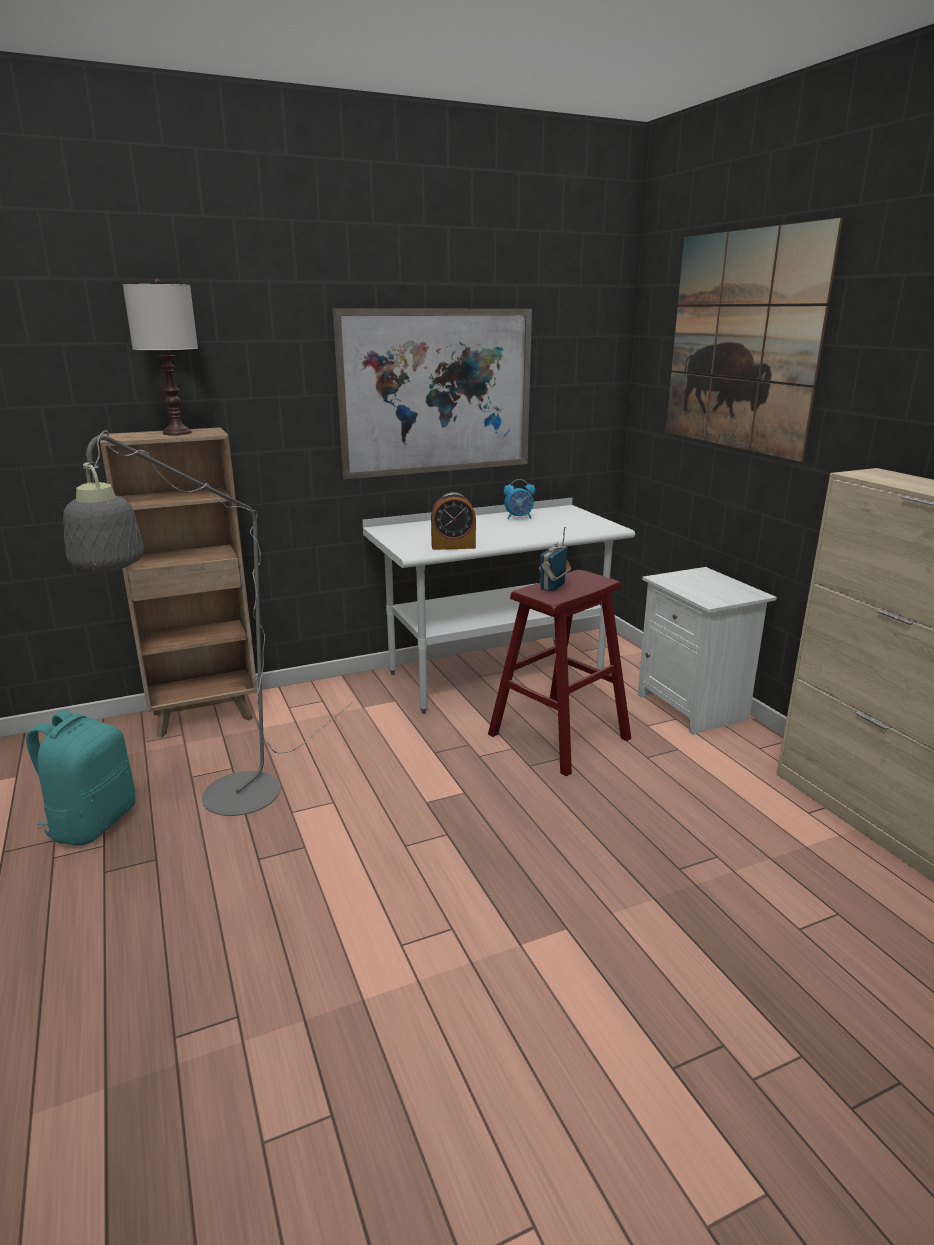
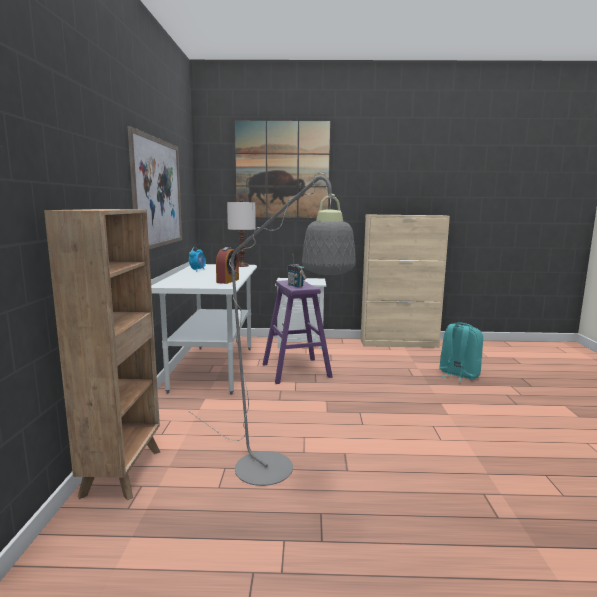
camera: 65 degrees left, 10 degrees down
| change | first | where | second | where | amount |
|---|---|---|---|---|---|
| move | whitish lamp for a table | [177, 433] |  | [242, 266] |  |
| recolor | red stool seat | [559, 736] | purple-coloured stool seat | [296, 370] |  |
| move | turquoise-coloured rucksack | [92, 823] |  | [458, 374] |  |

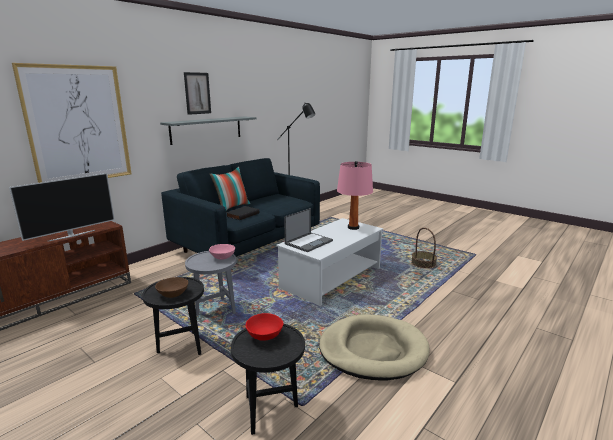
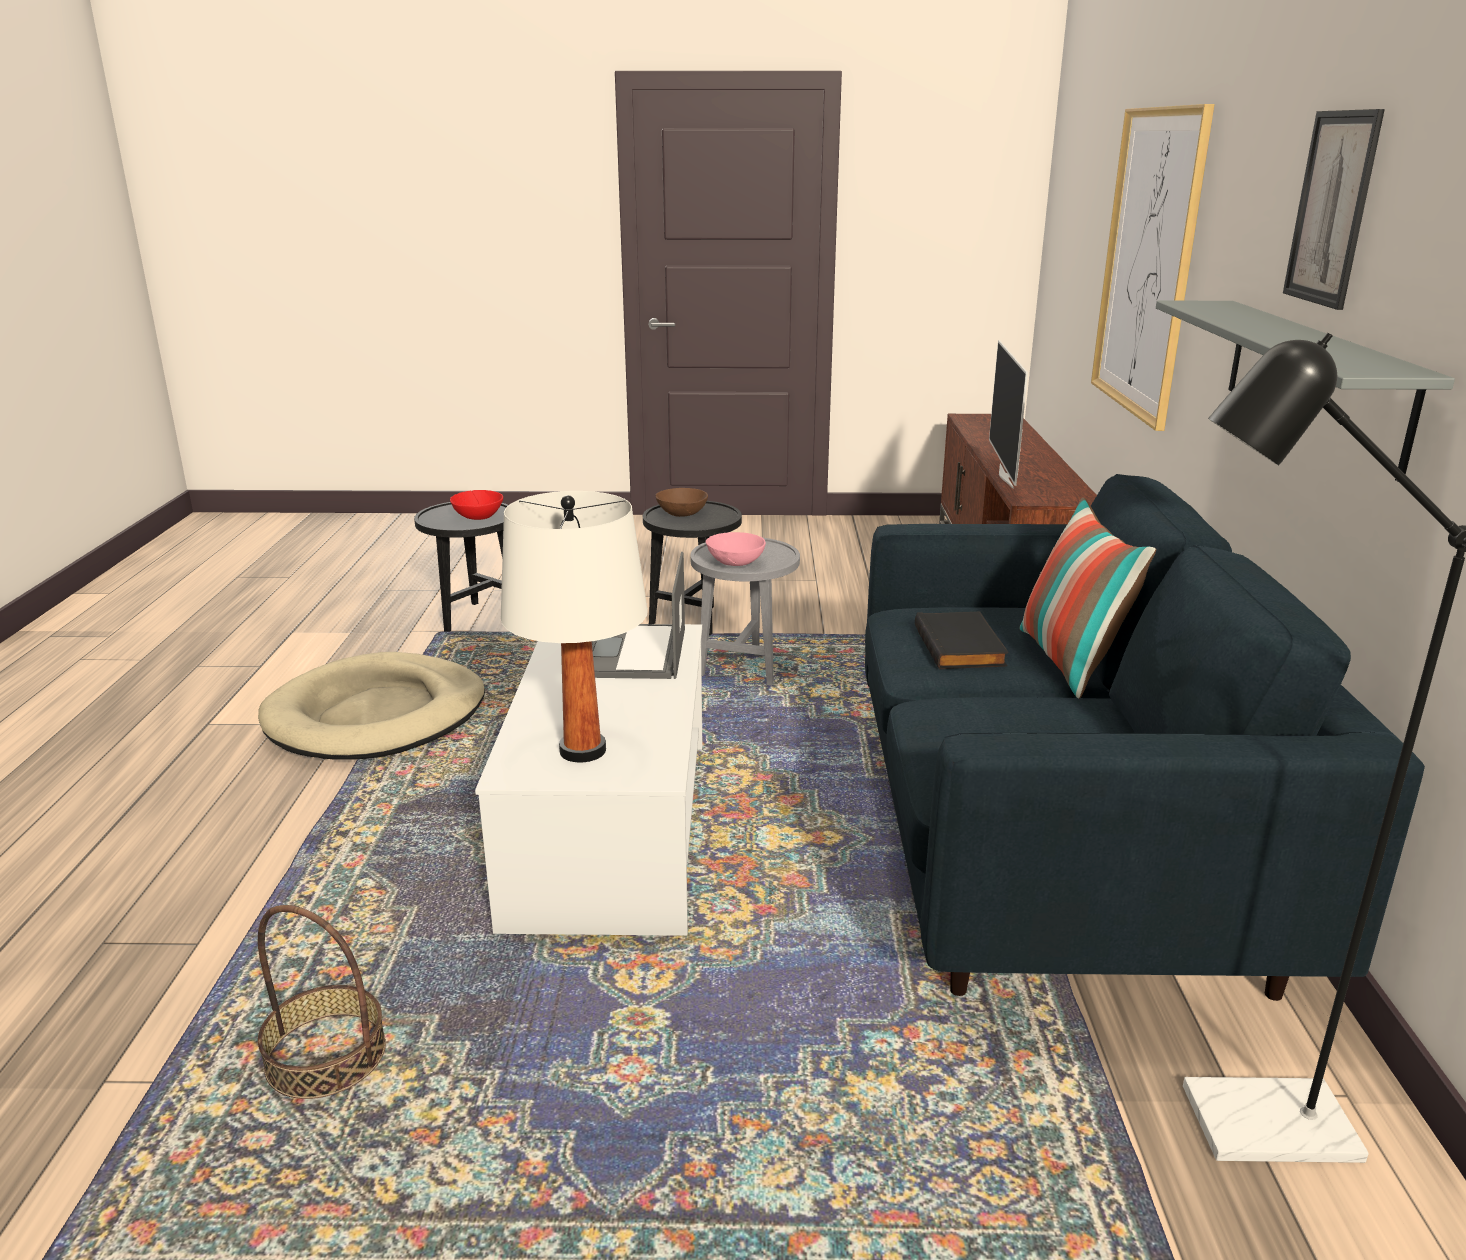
camera: 140 degrees right, 5 degrees up
| change | first | where | second | where | amount |
|---|---|---|---|---|---|
| recolor | pinkish lamp for a table | [353, 227] | whitish lamp for a table | [583, 750] |  |

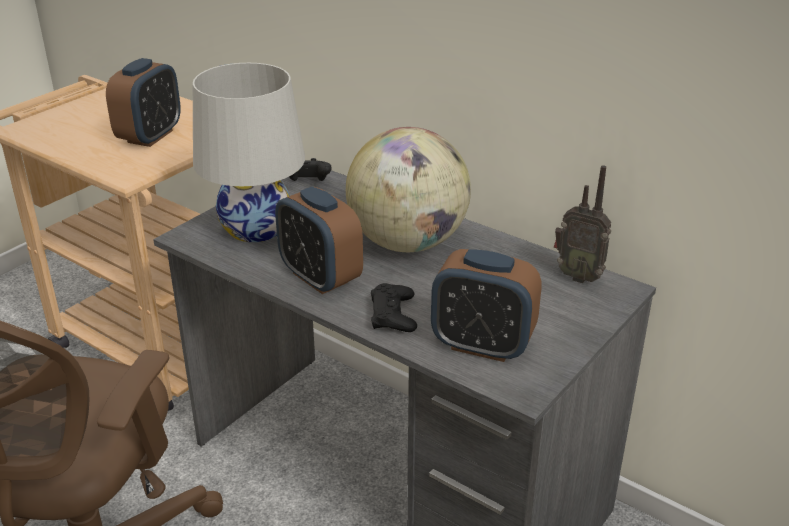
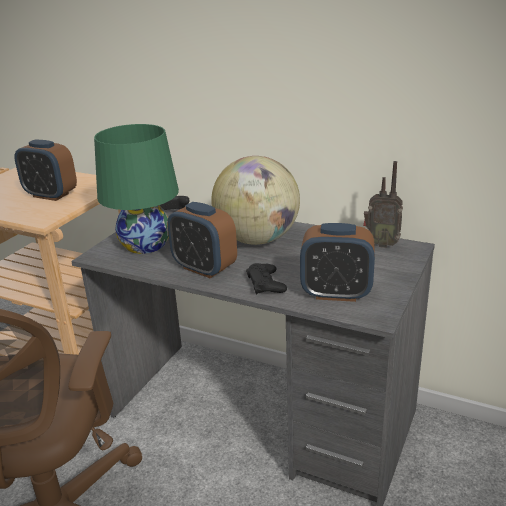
camera: 10 degrees left, 5 degrees down
| change | first | where | second | where | amount |
|---|---|---|---|---|---|
| rotate | bedside clock | [150, 136] |  | [51, 195] | 105 degrees clockwise |
| recolor | whitish lamp for a table | [256, 228] | green-coloured lamp for a table | [146, 244] |  |

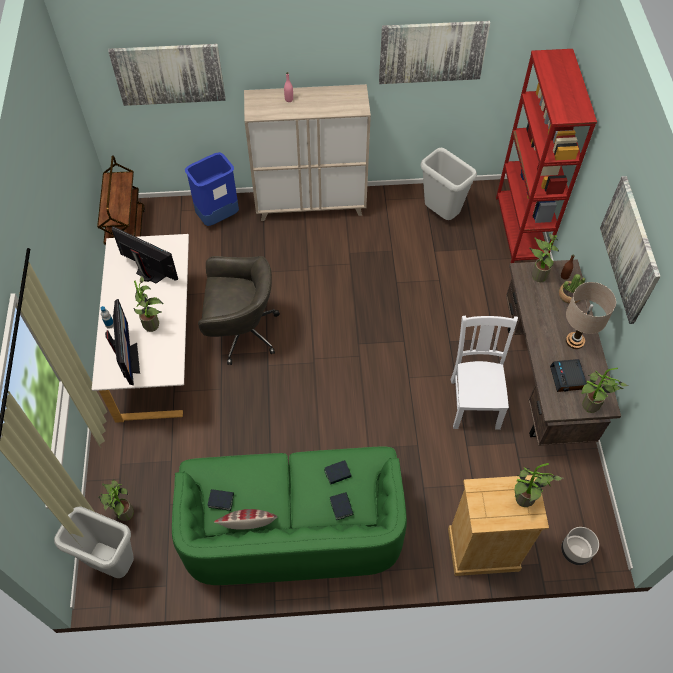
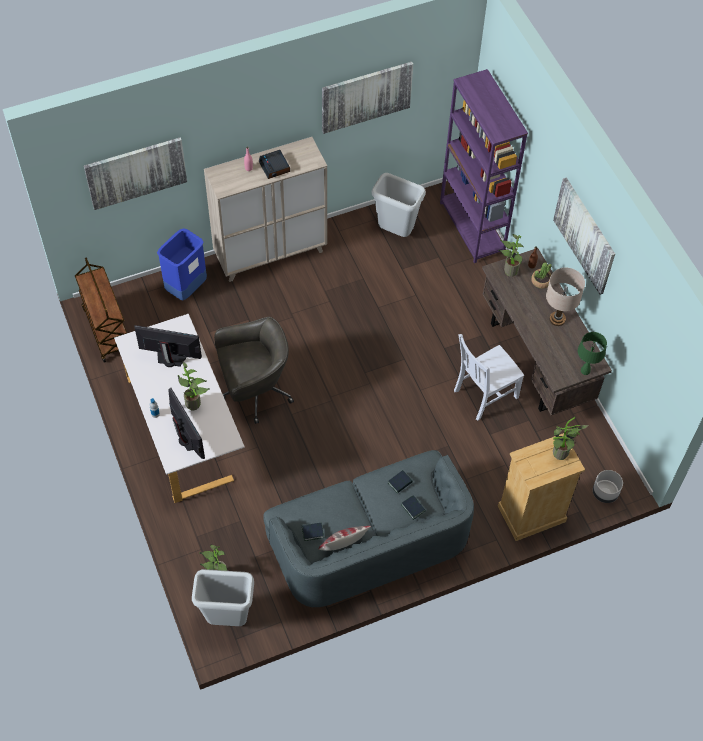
camera: 20 degrees left, 0 degrees up
| change | first | where | second | where | amount |
|---|---|---|---|---|---|
| recolor | red bookcase | [520, 229] | purple-coloured bookcase | [472, 228] |  |
| rotate | whitish chair | [474, 401] |  | [484, 395] | 105 degrees counterclockwise |
| move | bedside clock | [567, 378] |  | [275, 167] |  |
| replace | plant in a pot | [589, 407] | green-coloured lamp for a table | [585, 371] |  |
| recolor | green-coloured couch | [292, 528] | grey couch | [368, 544] |  |

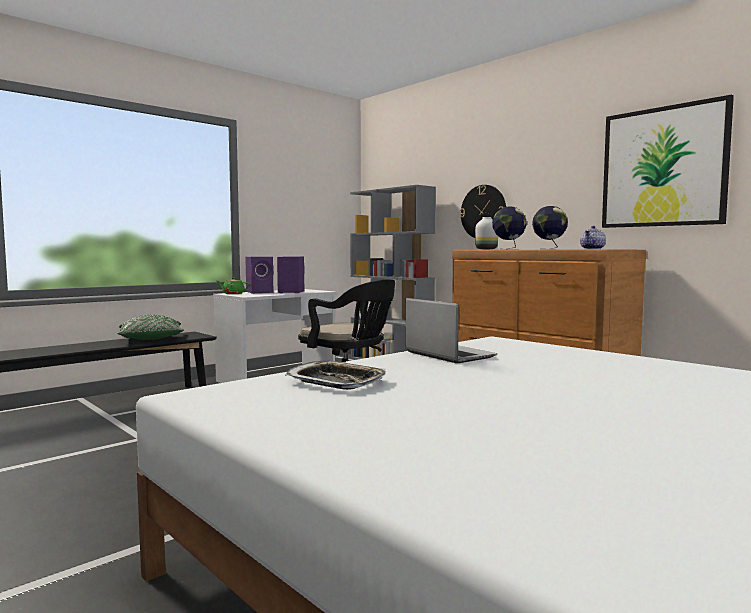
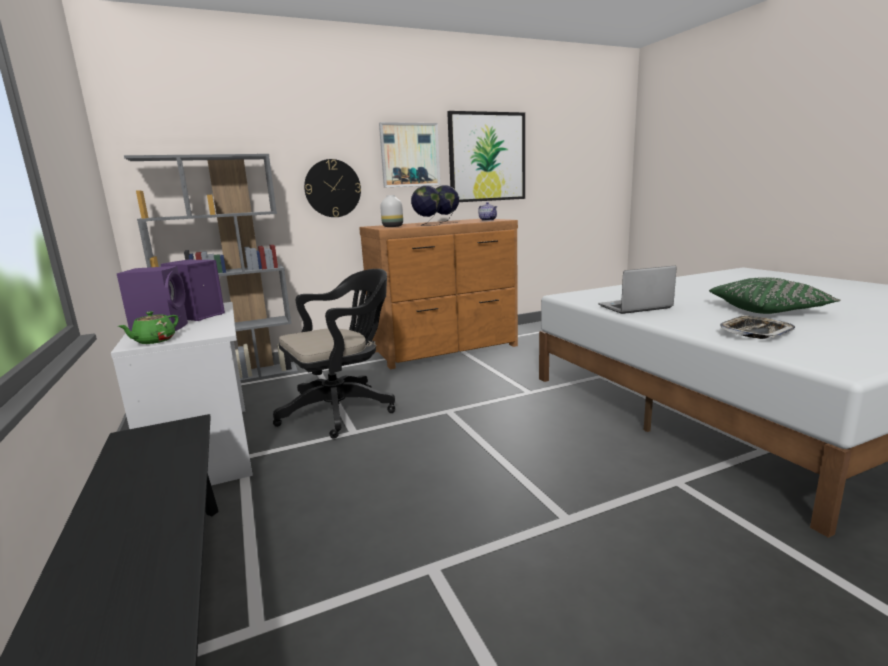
camera: 70 degrees left, 10 degrees up
| change | first | where | second | where | amount |
|---|---|---|---|---|---|
| move | green-coloured cushion | [151, 340] |  | [768, 310] |  |
| insert |  |  | wall picture | [410, 155] |  |

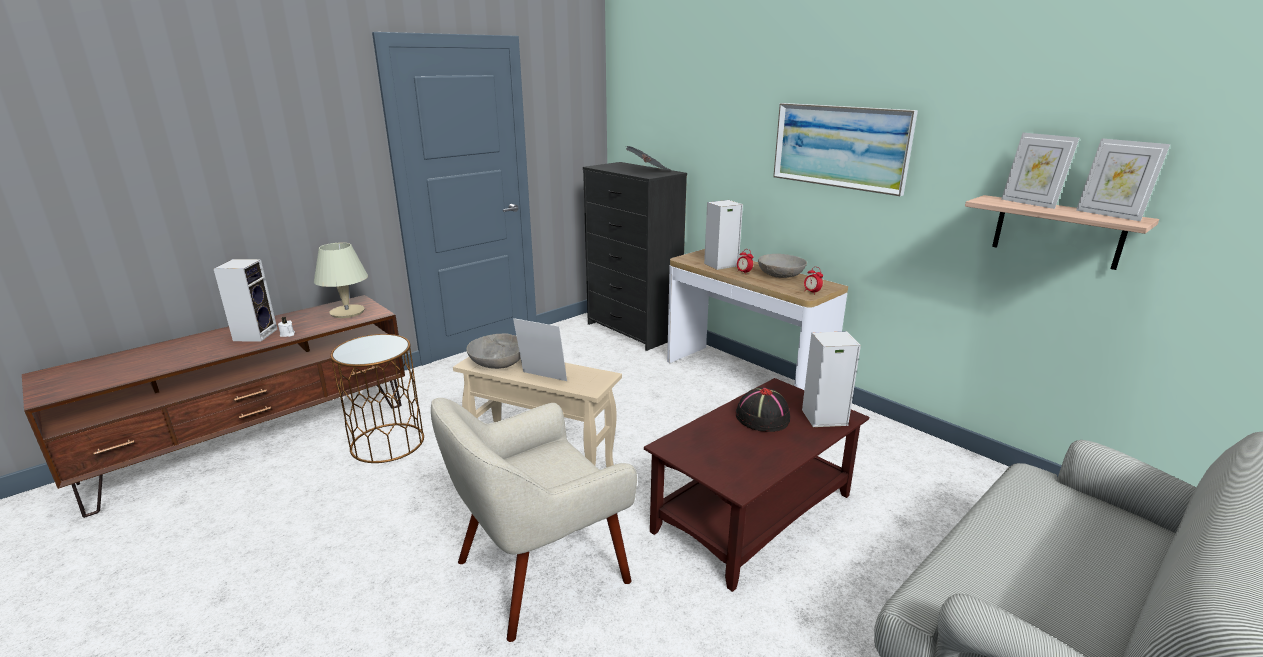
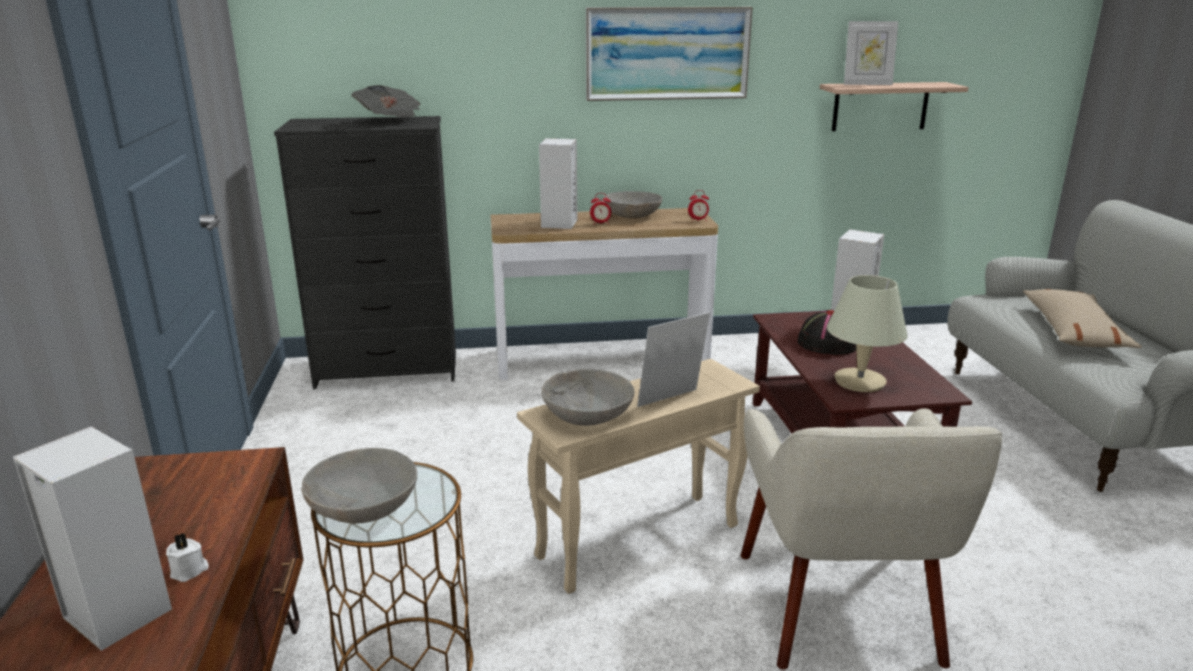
camera: 55 degrees left, 0 degrees up
| change | first | where | second | where | amount |
|---|---|---|---|---|---|
| delete | standing frame | [1109, 215] |  |  |  |
| move | beige lamp for a table | [348, 312] |  | [859, 381] |  |
| insert |  |  | beige cushion | [1073, 332] |  |
| insert |  |  | grey deep dish | [364, 507] |  |

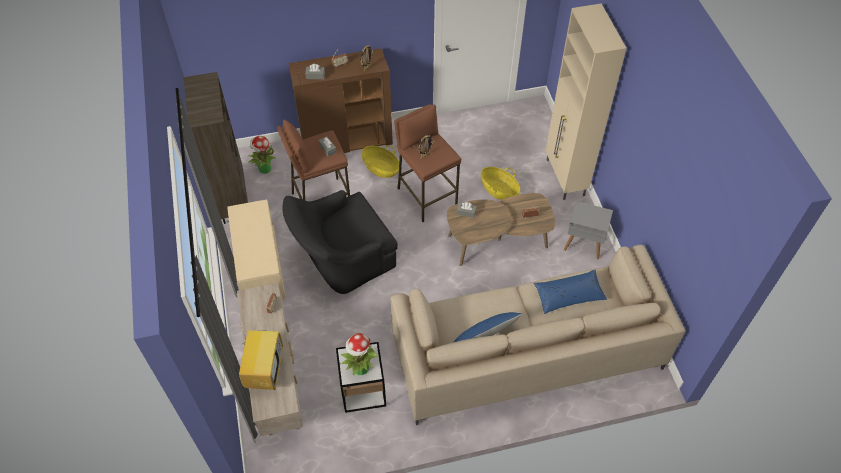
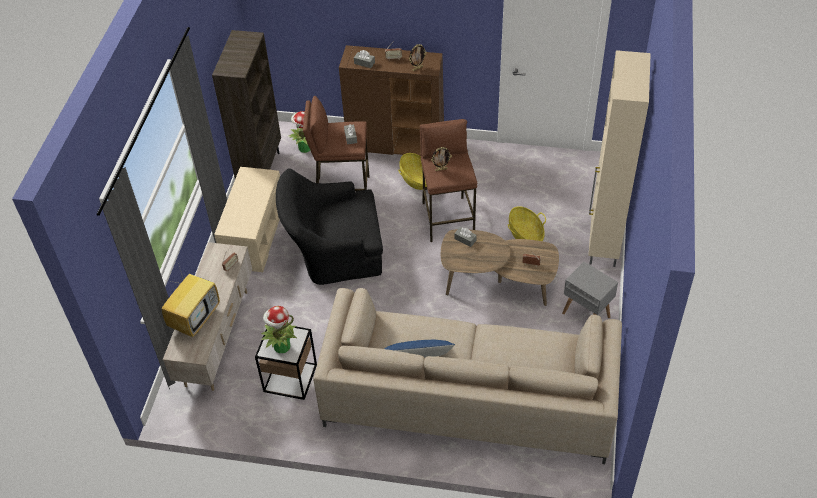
camera: 25 degrees right, 5 degrees down
| change | first | where | second | where | amount |
|---|---|---|---|---|---|
| delete | blue cushion | [569, 295] |  |  |  |

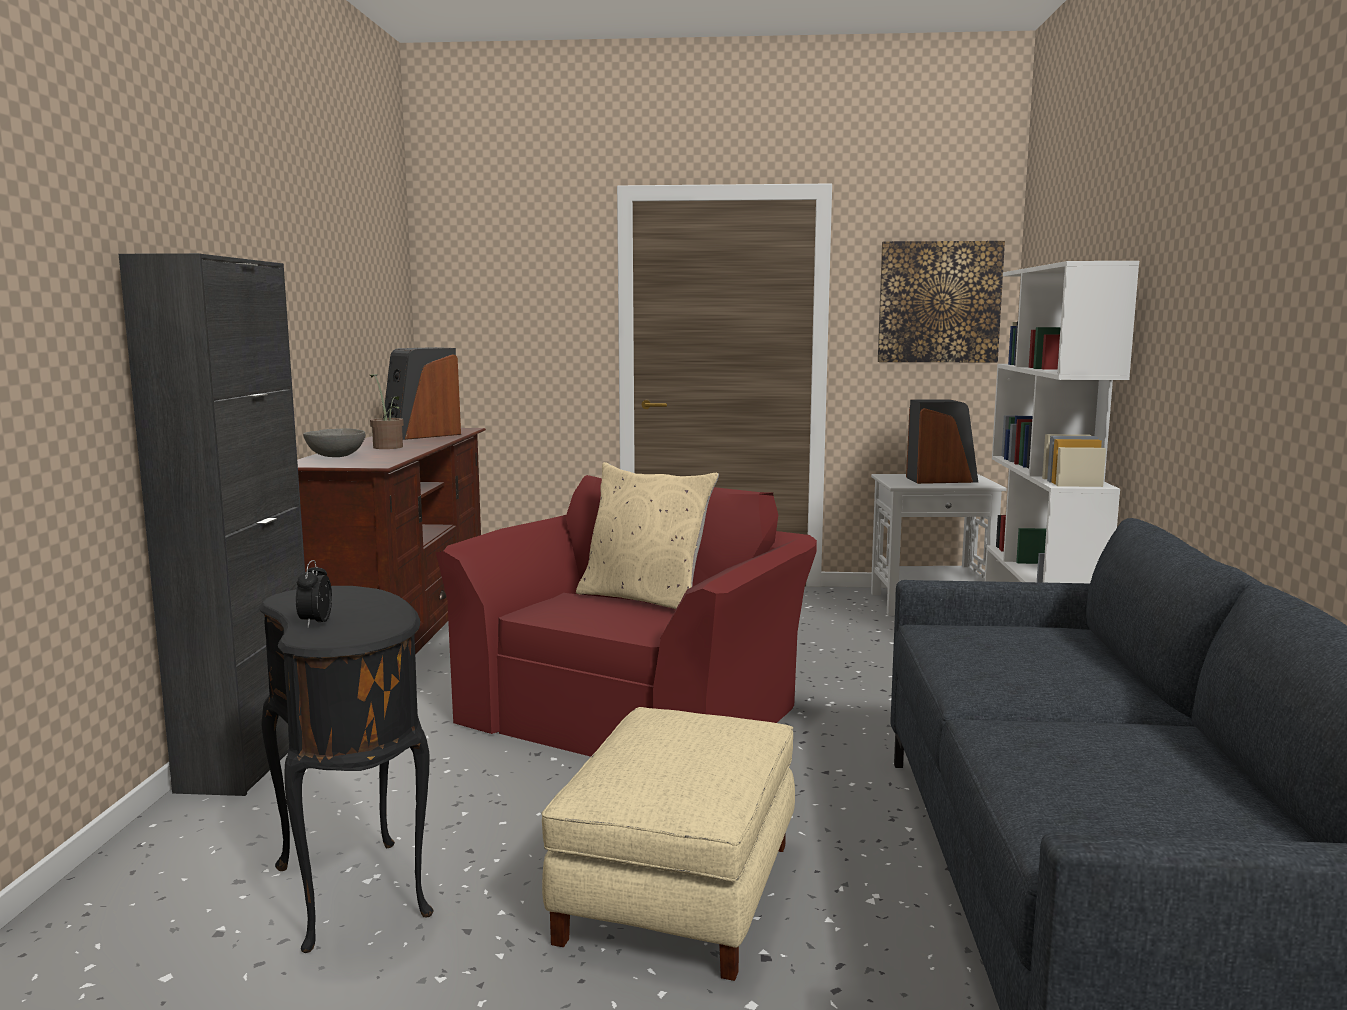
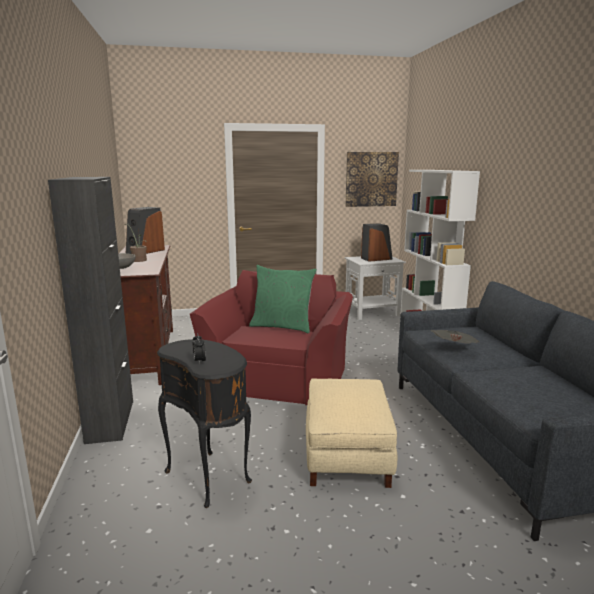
camera: 15 degrees left, 5 degrees up
| change | first | where | second | where | amount |
|---|---|---|---|---|---|
| recolor | beige cushion | [645, 599] | green-coloured cushion | [282, 326] |  |
| insert |  |  | newspaper | [454, 349] |  |

